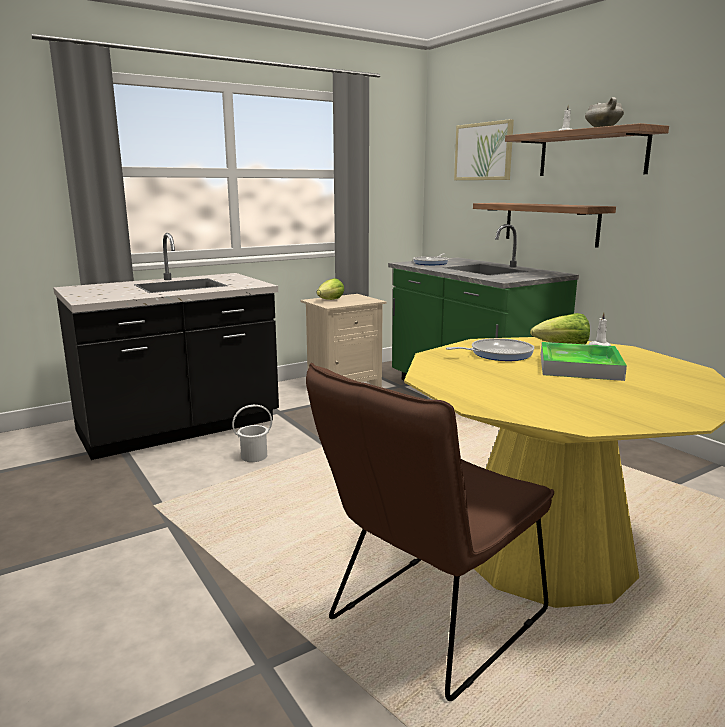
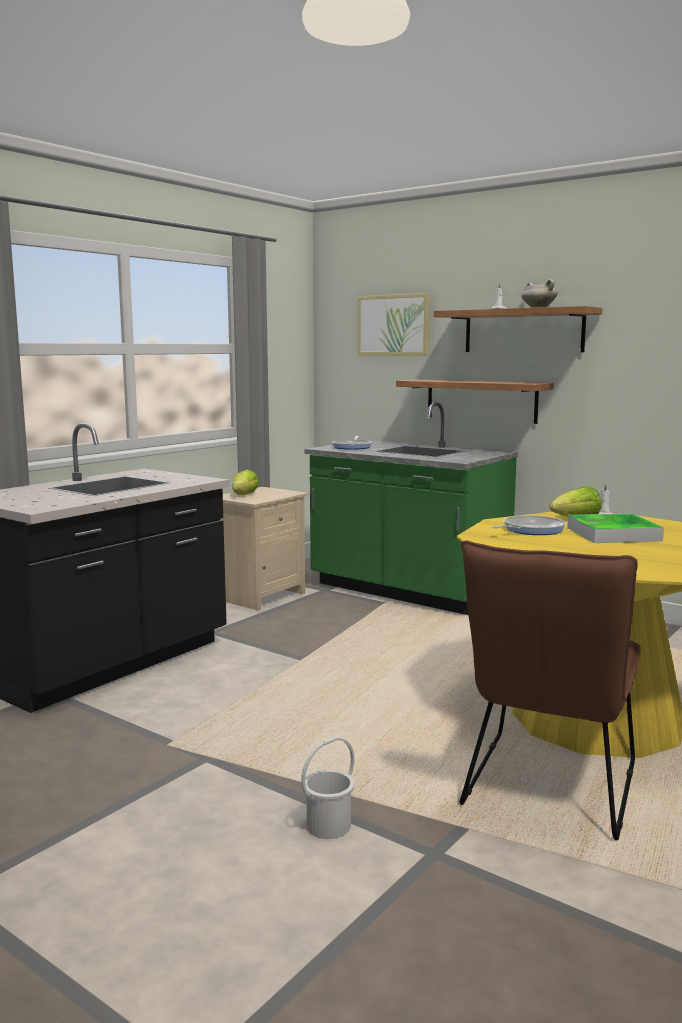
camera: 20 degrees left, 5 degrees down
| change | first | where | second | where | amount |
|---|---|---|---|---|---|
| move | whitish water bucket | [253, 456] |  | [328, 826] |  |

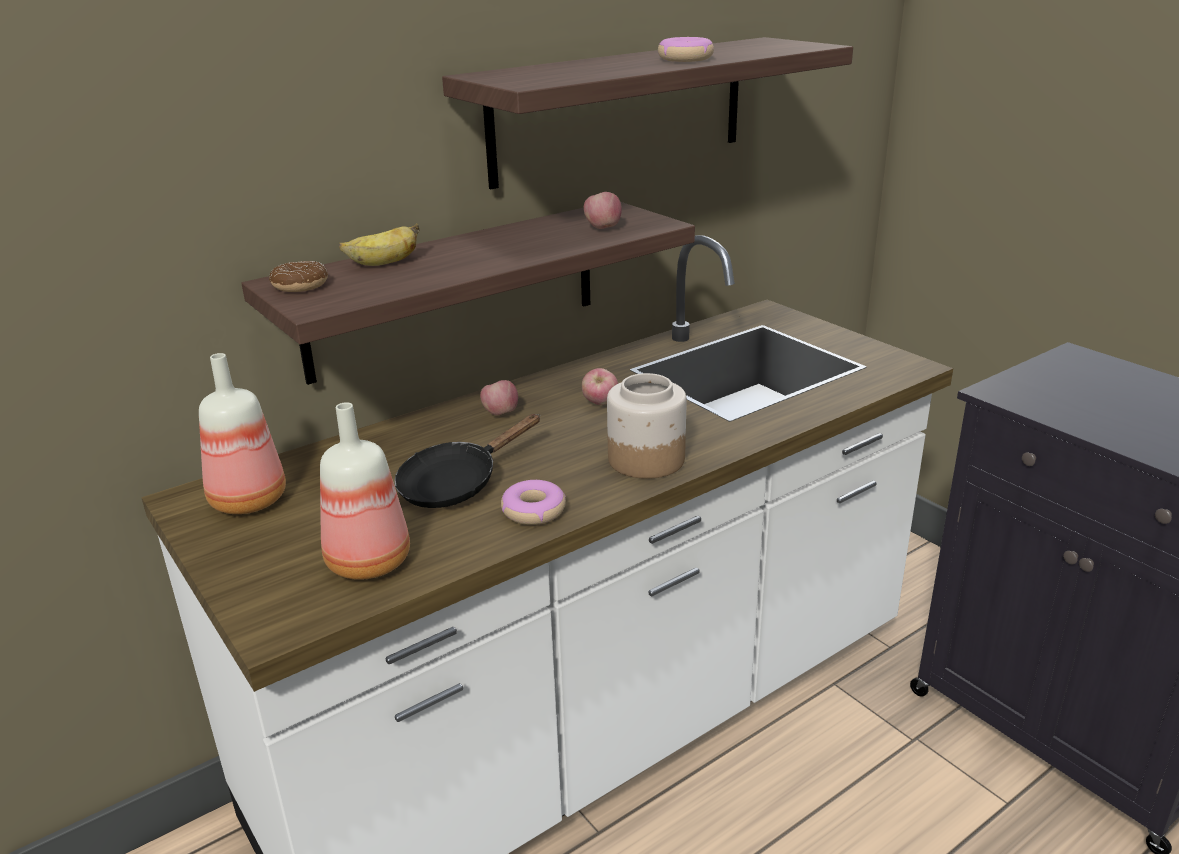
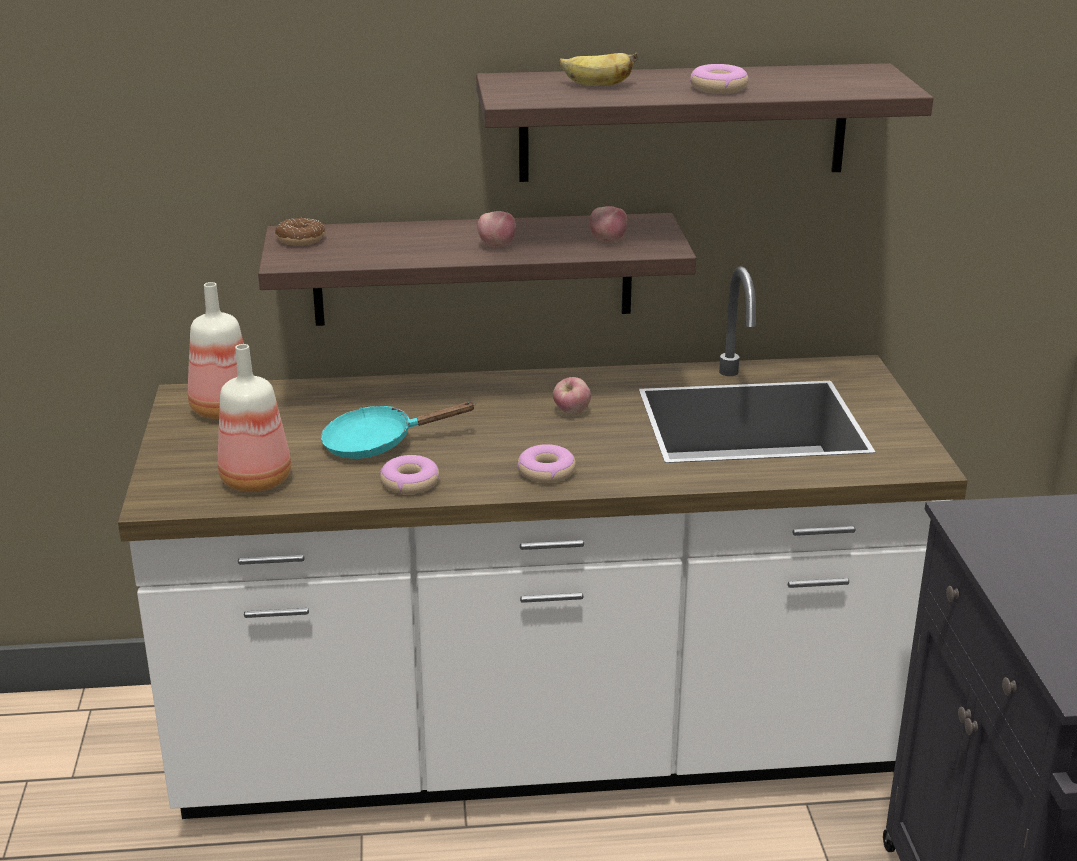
camera: 30 degrees right, 0 degrees up
| change | first | where | second | where | amount |
|---|---|---|---|---|---|
| move | banana fruit | [383, 263] |  | [596, 85] |  |
| replace | storage jar | [645, 460] | ring doughnut | [546, 472] |  |
| move | apple fruit | [500, 413] |  | [496, 246] |  |
| recolor | black pan | [456, 484] | turquoise-coloured pan | [378, 443] |  |

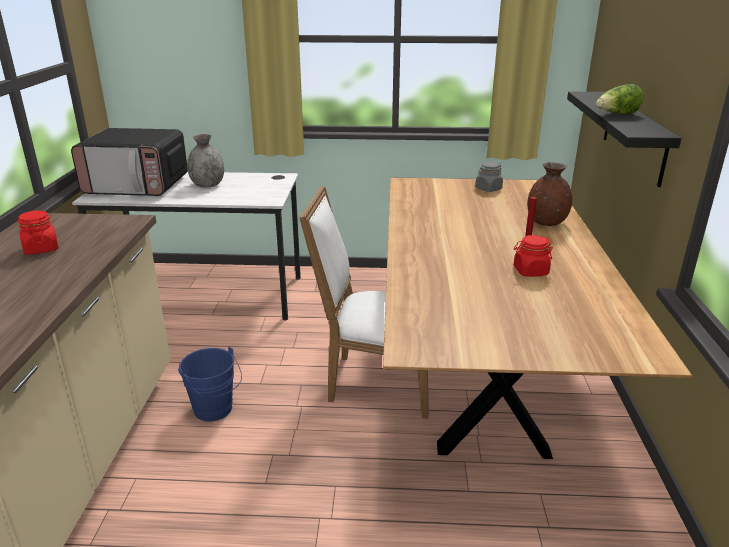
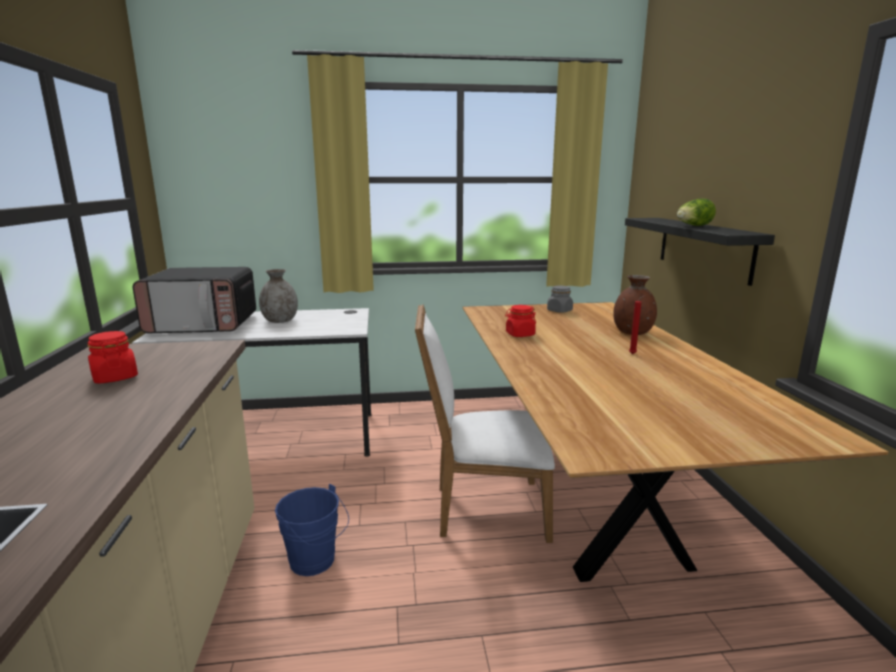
camera: 10 degrees left, 10 degrees down
| change | first | where | second | where | amount |
|---|---|---|---|---|---|
| move | red storage jar | [530, 271] |  | [520, 334] |  |

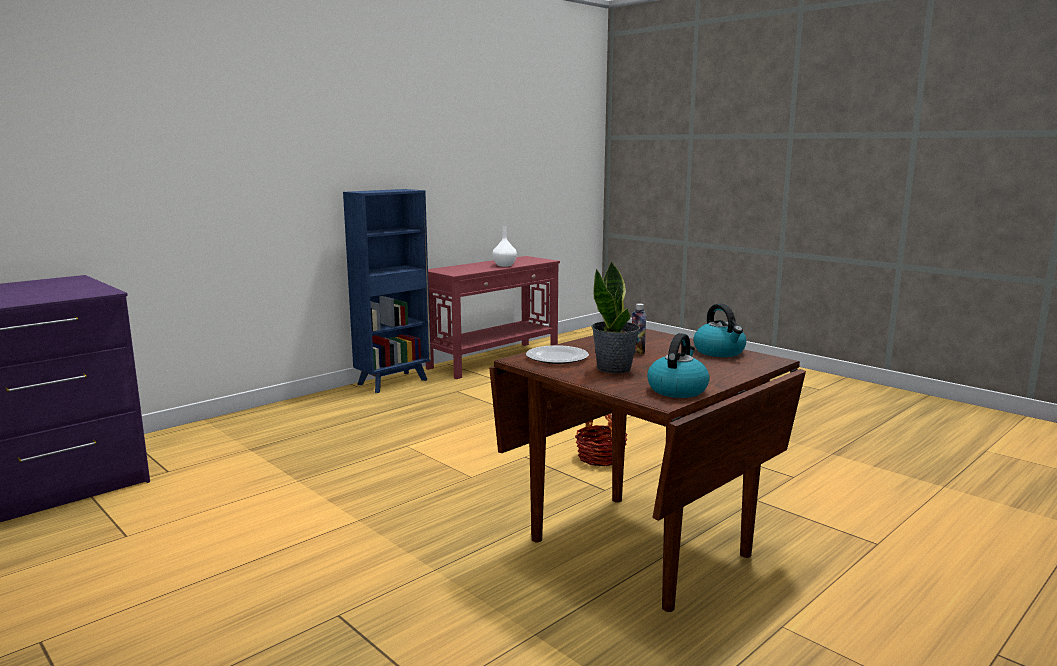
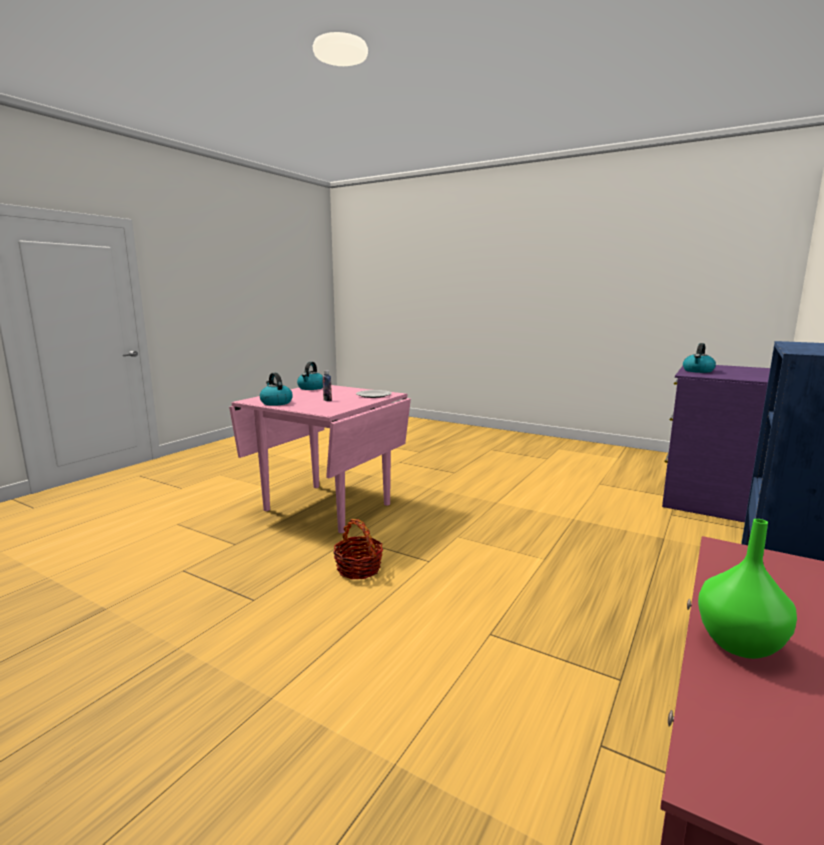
camera: 165 degrees right, 0 degrees up
| change | first | where | second | where | amount |
|---|---|---|---|---|---|
| recolor | whitish vase | [504, 265] | green-coloured vase | [738, 643] |  |
| delete | plant in a pot | [614, 368] |  |  |  |
| recolor | brown dining table | [640, 546] | pinkish dining table | [327, 507] |  |
| insert |  |  | water kettle | [698, 371] |  |

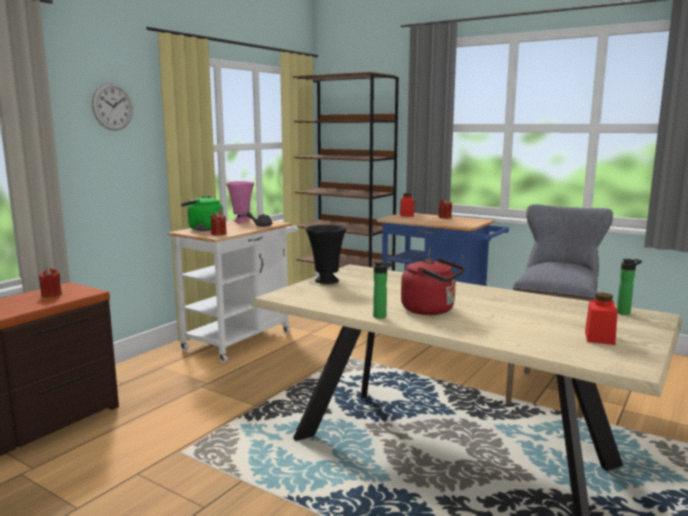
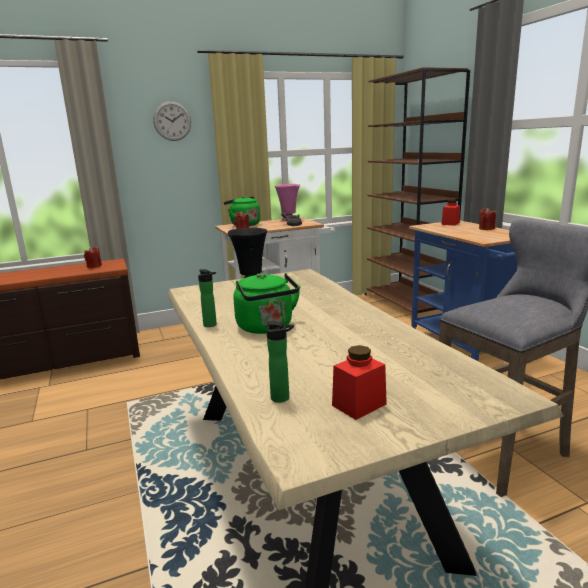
camera: 35 degrees right, 5 degrees up
| change | first | where | second | where | amount |
|---|---|---|---|---|---|
| recolor | red water kettle | [431, 310] | green-coloured water kettle | [267, 328] |  |
| move | beverage bottle | [625, 313] |  | [282, 398] |  |

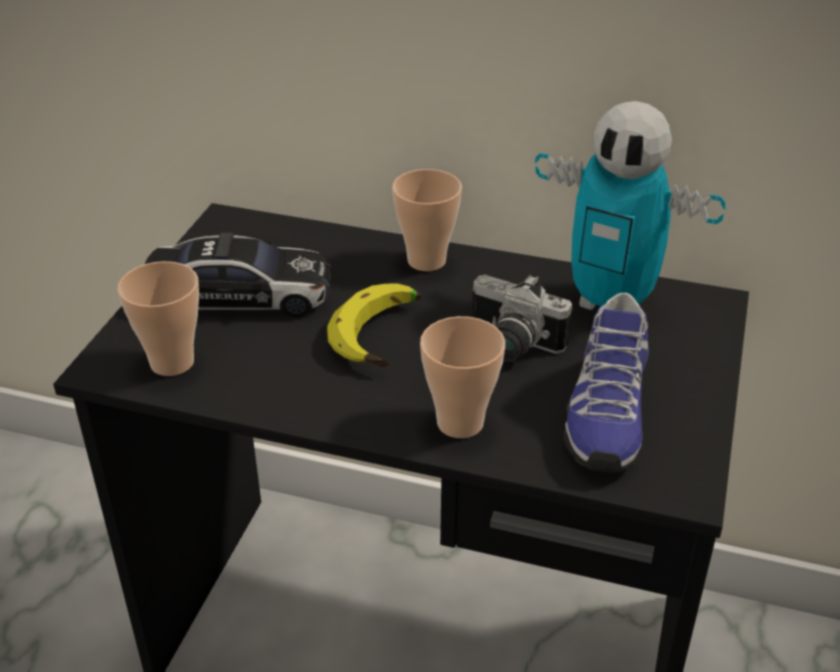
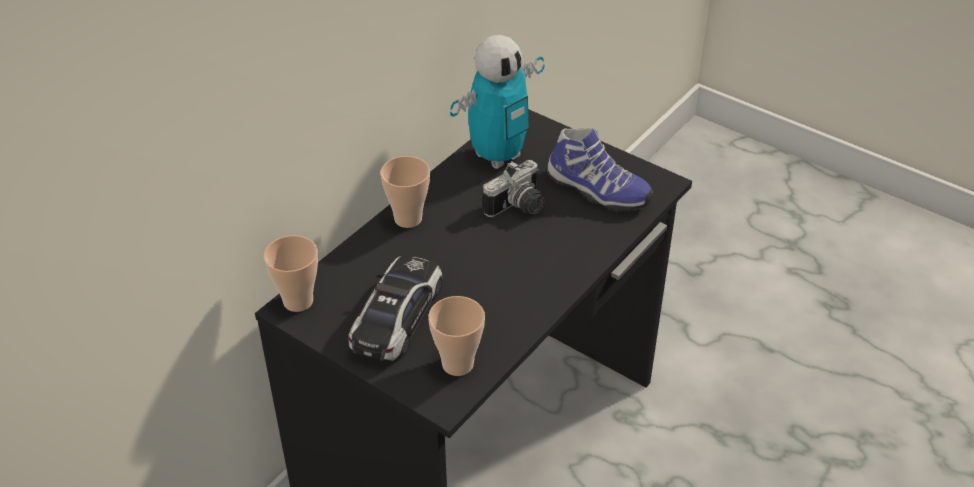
camera: 70 degrees left, 5 degrees up
| change | first | where | second | where | amount |
|---|---|---|---|---|---|
| delete | banana fruit | [383, 336] |  |  |  |
| move | cup | [460, 423] |  | [298, 301] |  |

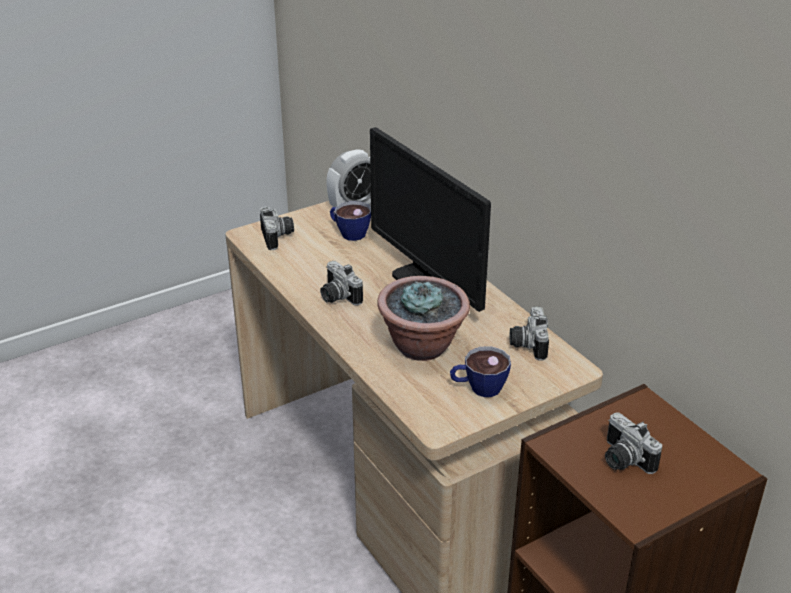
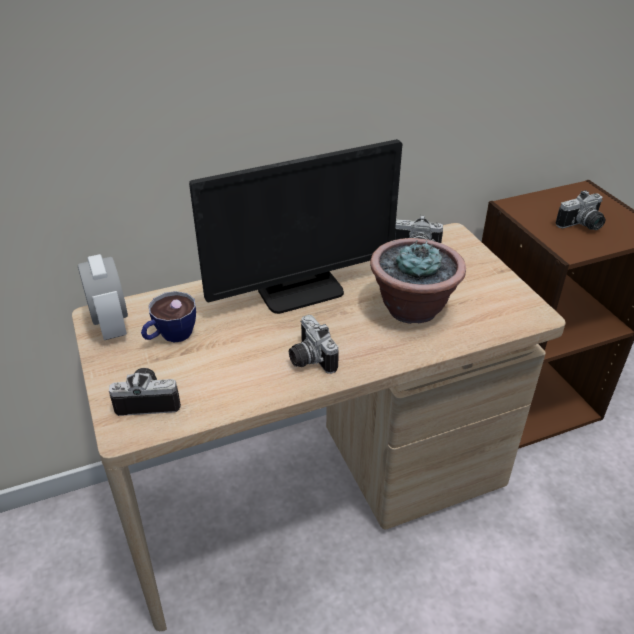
camera: 80 degrees left, 5 degrees up
| change | first | where | second | where | amount |
|---|---|---|---|---|---|
| rotate | still camera | [337, 297] |  | [308, 359] | 90 degrees clockwise |
| delete | cup | [478, 388] |  |  |  |

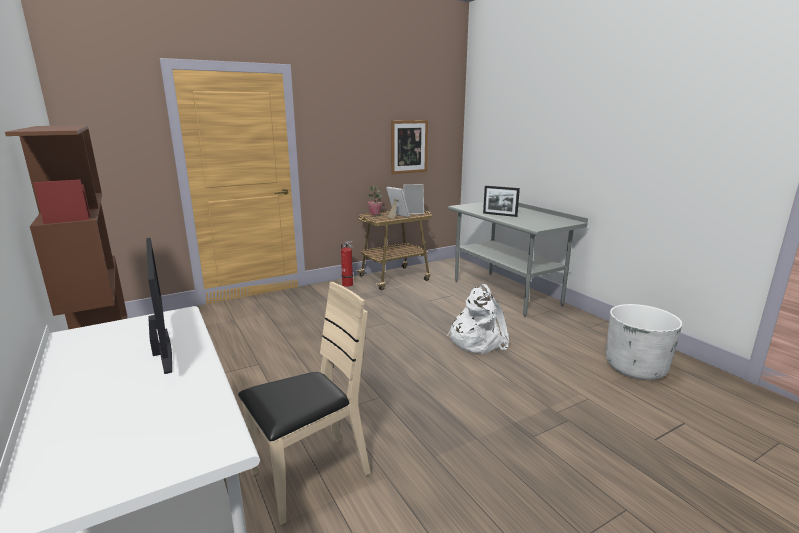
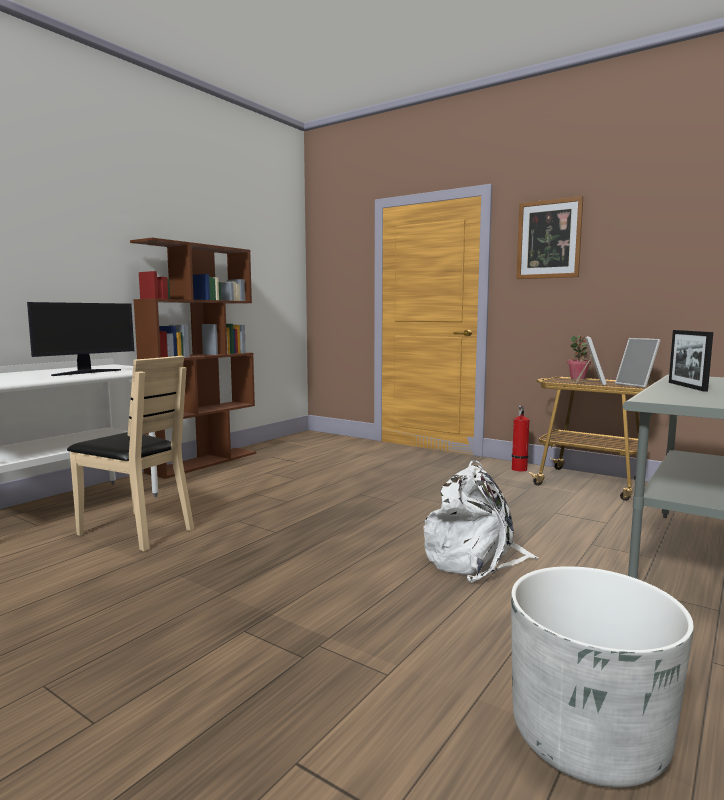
camera: 65 degrees right, 10 degrees down
| change | first | where | second | where | amount |
|---|---|---|---|---|---|
| move | wall picture | [409, 147] |  | [549, 239] |  |

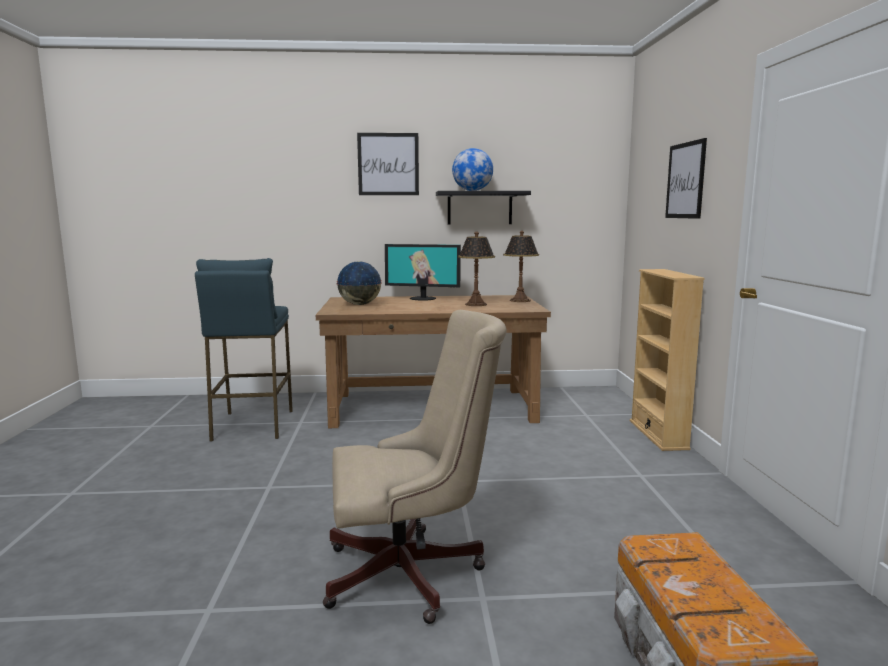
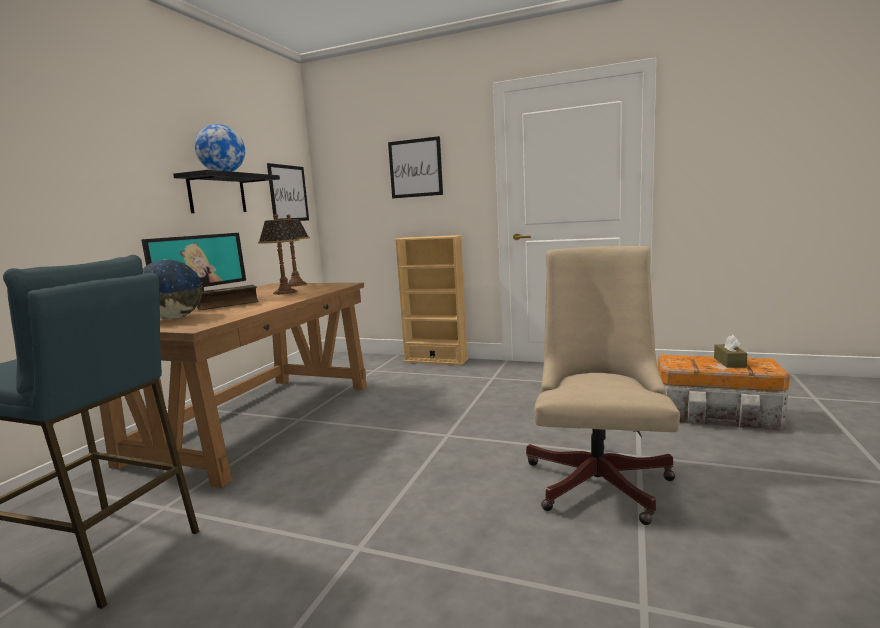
camera: 65 degrees left, 0 degrees up
| change | first | where | second | where | amount |
|---|---|---|---|---|---|
| move | wall picture | [388, 164] |  | [288, 193] |  |
| insert |  |  | bound book | [228, 305] |  |
| insert |  |  | brown tissue box | [729, 362] |  |

